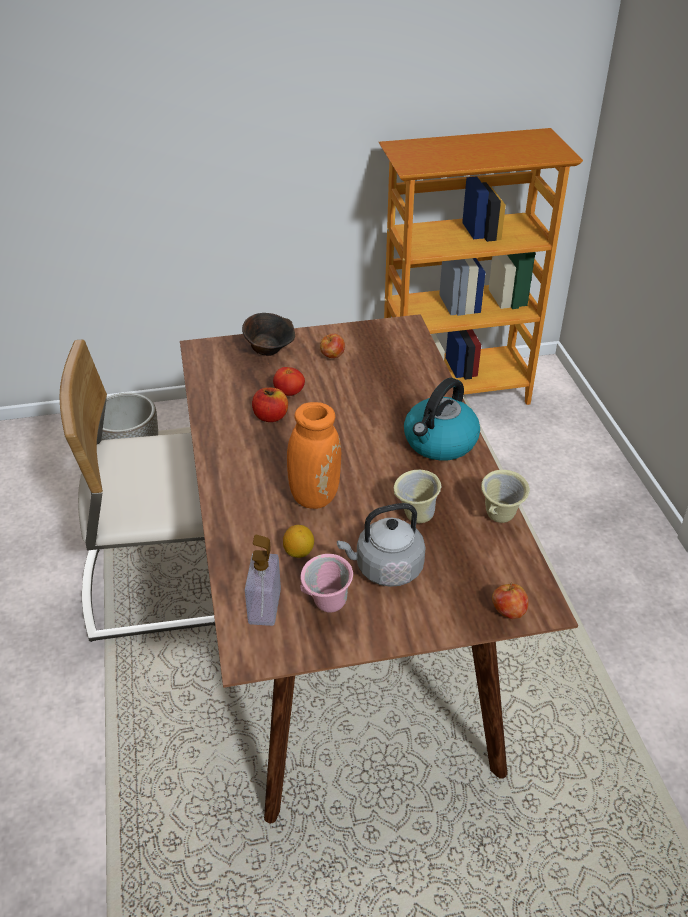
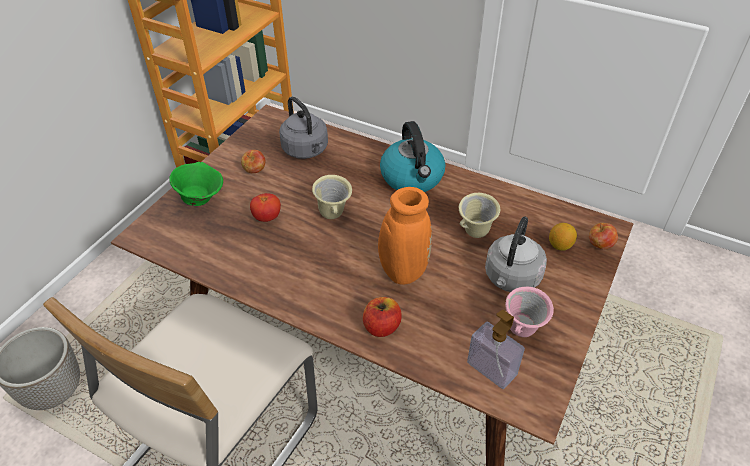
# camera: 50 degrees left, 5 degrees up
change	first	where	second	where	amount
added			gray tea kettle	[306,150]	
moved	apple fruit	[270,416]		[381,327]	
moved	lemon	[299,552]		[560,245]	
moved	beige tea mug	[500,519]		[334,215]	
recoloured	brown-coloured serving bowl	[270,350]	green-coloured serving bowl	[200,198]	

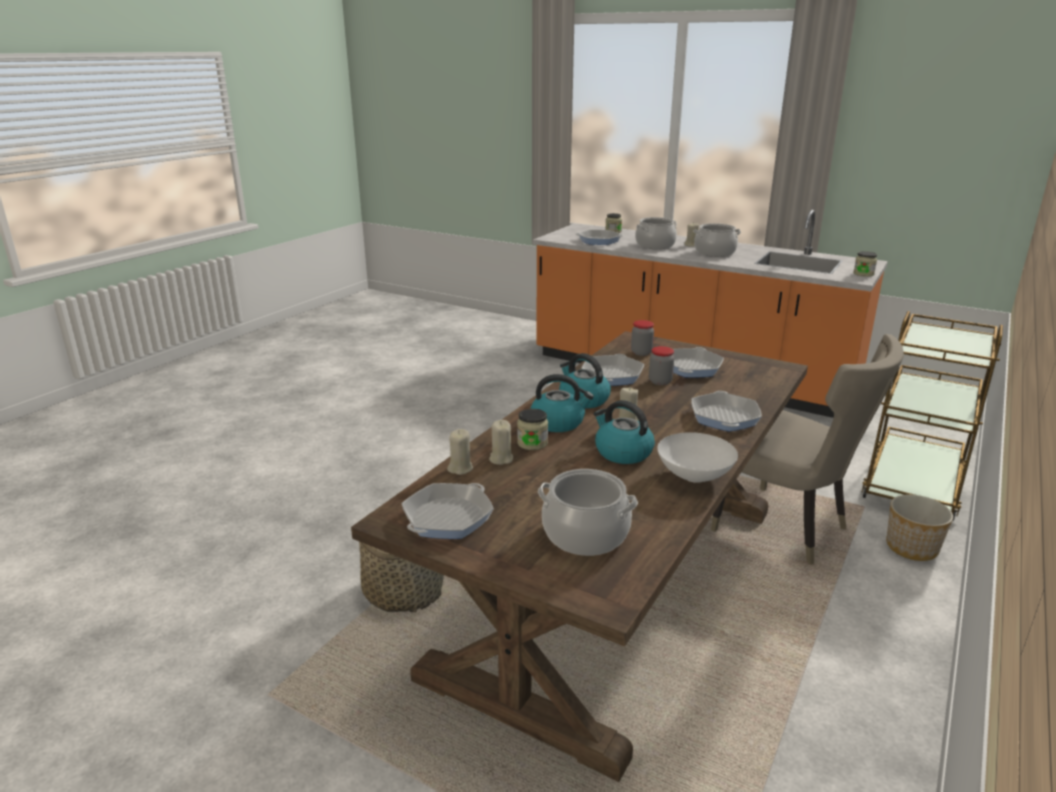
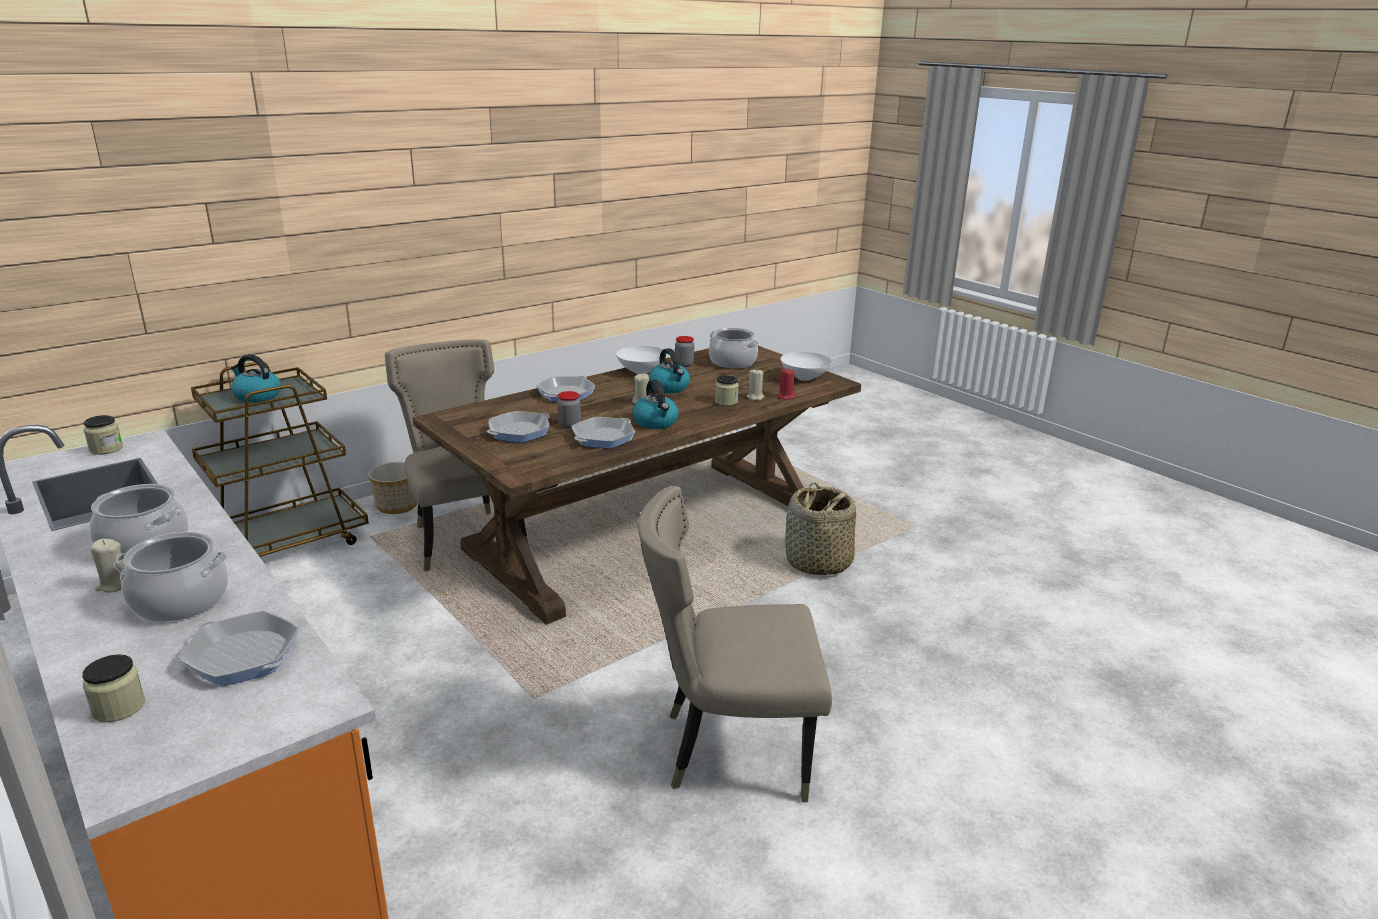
# camera: 160 degrees left, 0 degrees up
change	first	where	second	where	amount
added			beige plain chair	[728,749]	
moved	tea kettle	[558,422]		[257,396]	
moved	preserve jar	[641,352]		[684,365]	
replaced	skillet	[447,517]	whitish serving bowl	[804,378]	
recoloured	beige candle	[460,468]	red candle	[786,396]	

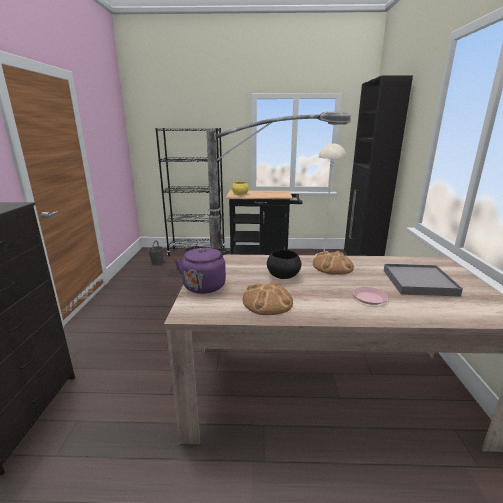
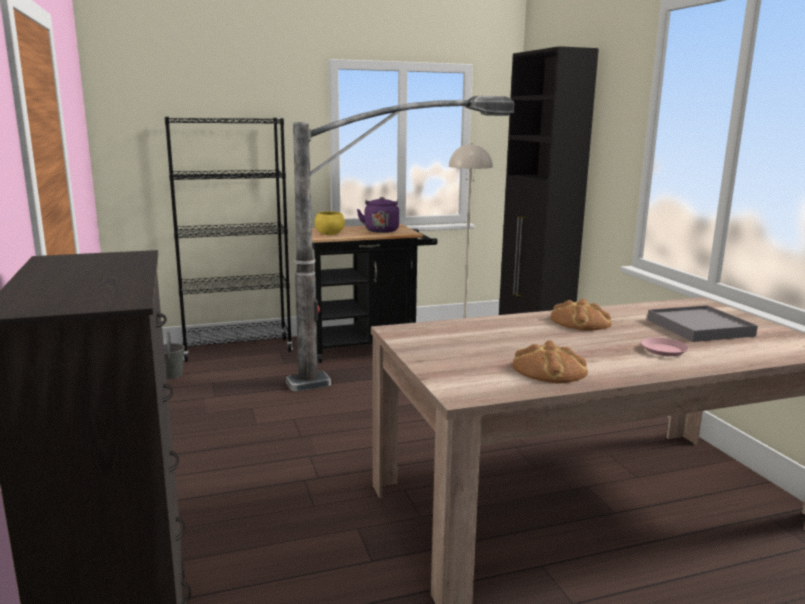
# camera: 20 degrees left, 5 degrees down
change	first	where	second	where	amount
removed	blackish serving bowl	[283,276]			
moved	purple-coloured tea kettle	[205,285]		[381,230]	

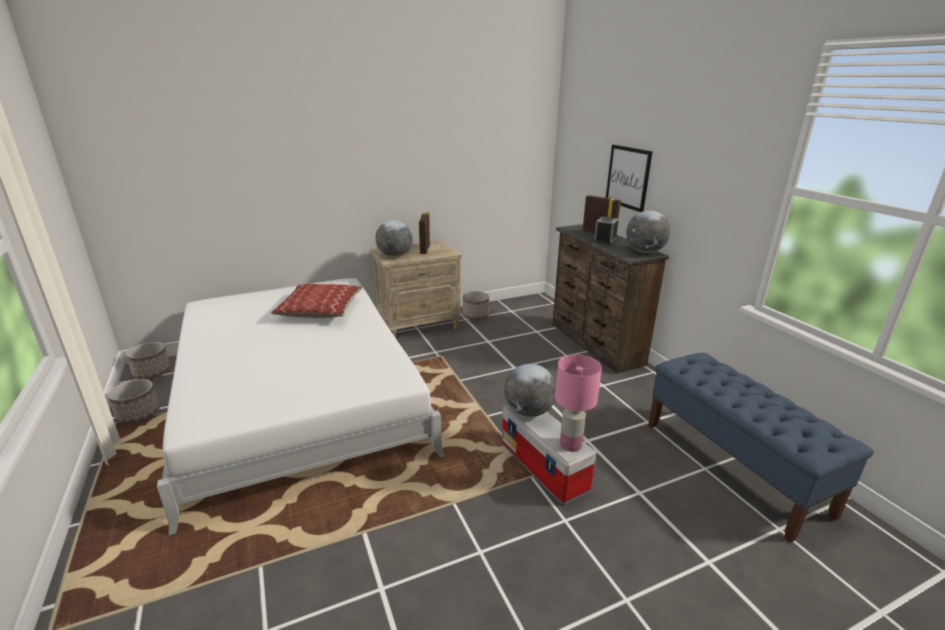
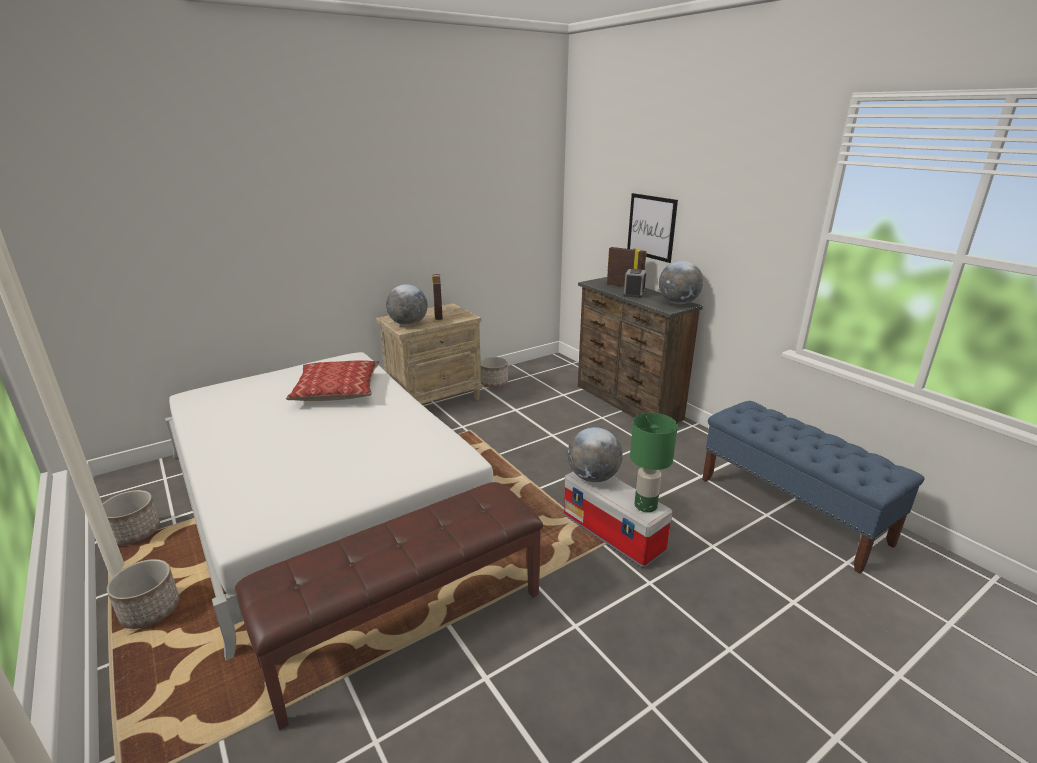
# camera: 10 degrees left, 0 degrees up
change	first	where	second	where	amount
added			brown-coloured long seat	[407,625]	
moved	plant pot	[152,373]		[151,610]	
recoloured	pink-coloured table lamp	[571,445]	green-coloured table lamp	[646,506]	

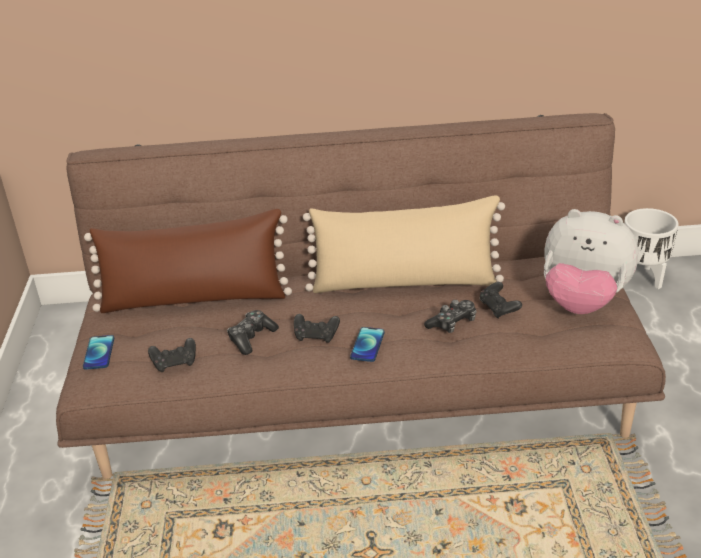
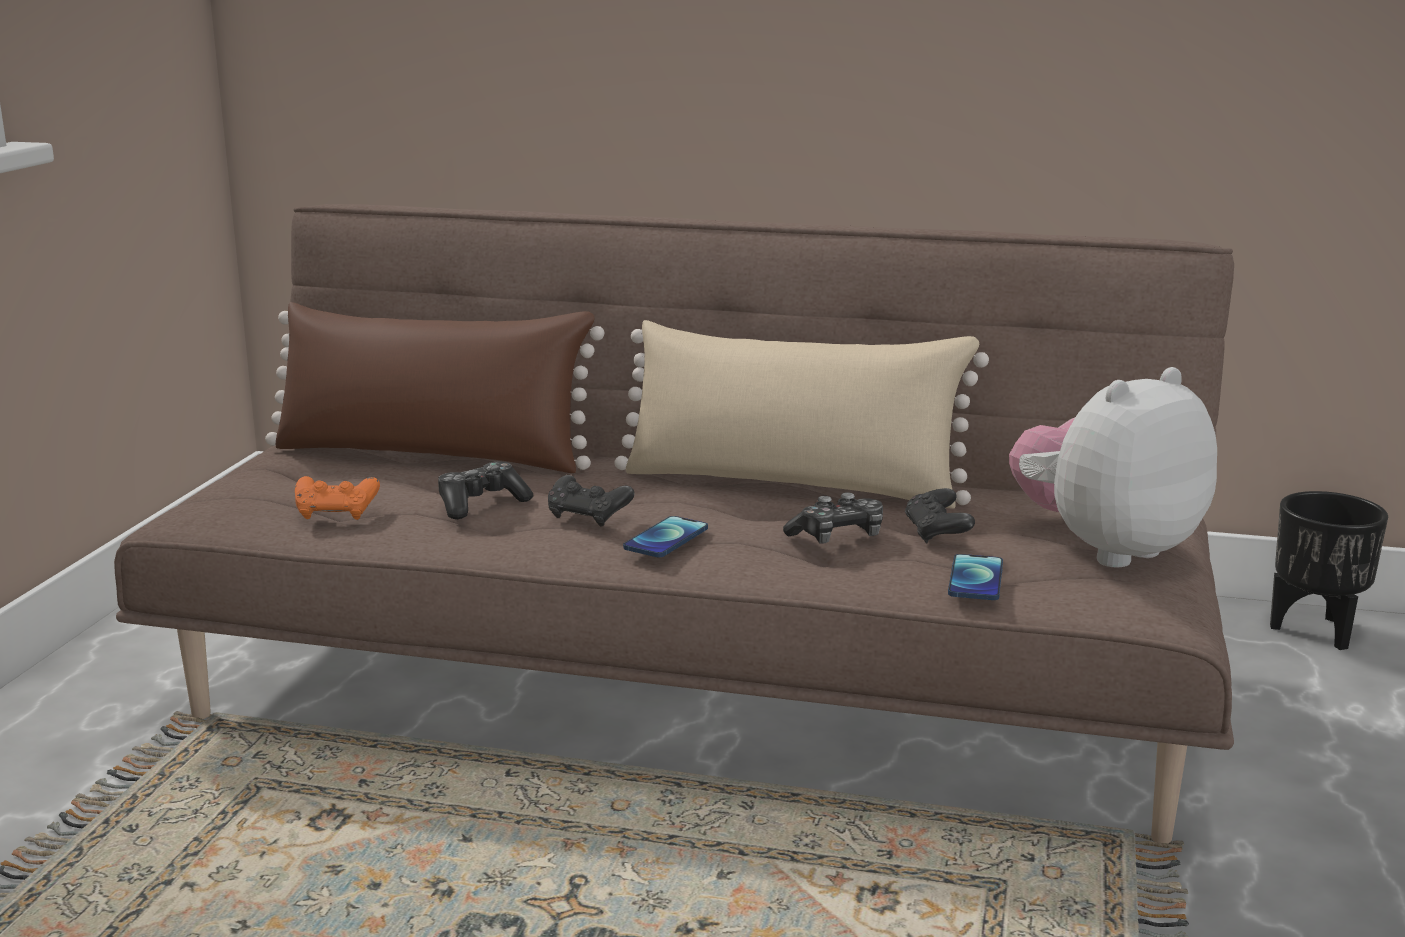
# camera: 15 degrees right, 15 degrees down
change	first	where	second	where	amount
moved	telephone	[99,353]		[975,579]	
recoloured	blackish gamepad	[175,363]	orange-coloured gamepad	[337,513]	
recoloured	whitish plant pot	[643,278]	blackish plant pot	[1316,631]	
turned	plush toy	[583,302]		[1106,549]	105 degrees clockwise

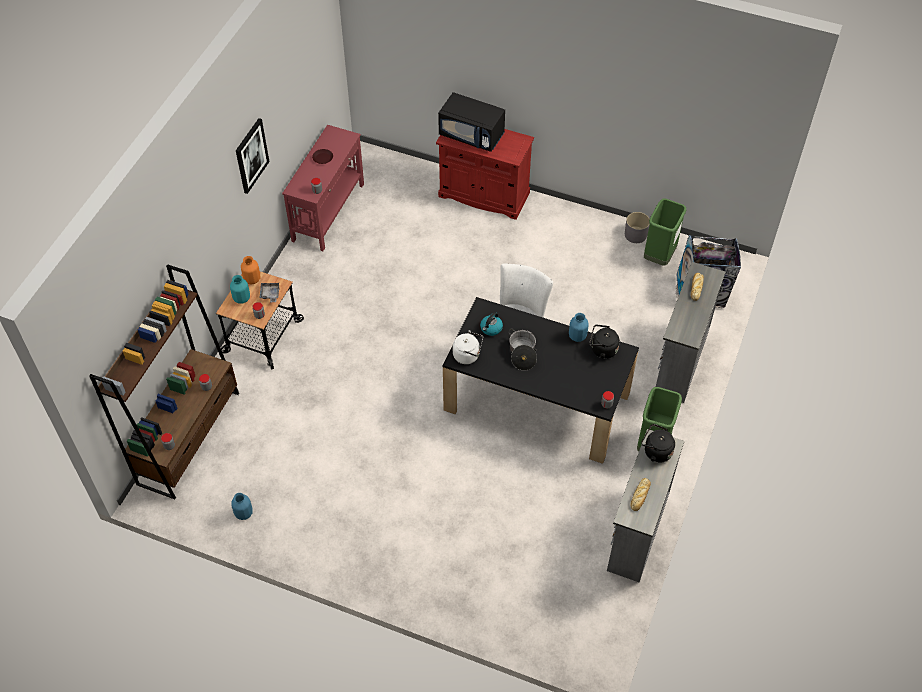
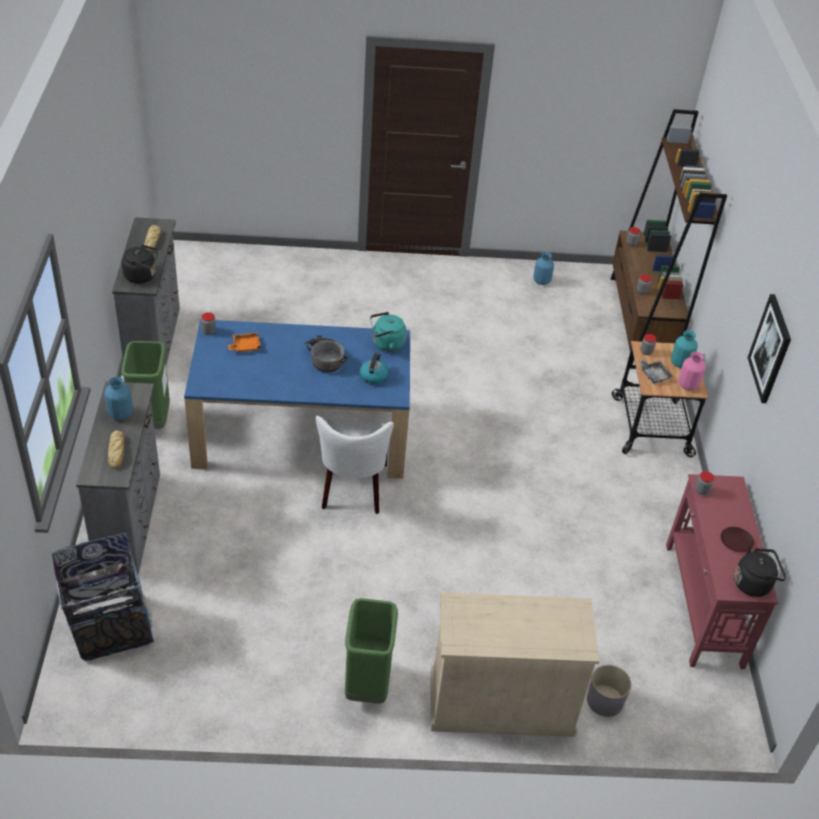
# camera: 155 degrees right, 10 degrees down
change	first	where	second	where	amount
removed	blackish microwave oven	[472,135]			
added			orange-coloured carrying tray	[245,346]	
moved	blue vase	[577,336]		[120,414]	
moved	blackish tea kettle	[602,349]		[754,583]	
moved	gray plant pot	[636,235]		[604,700]	
moved	green-coloured trash can	[659,256]		[367,685]	
recoloured	orange-coloured vase	[252,280]	pink-coloured vase	[687,385]	
recoloured	red cupboard	[484,195]	beige cupboard	[501,703]	
recoloured	blackish kitchen table	[537,401]	blue kitchen table	[301,434]	
recoloured	whitish tea kettle	[468,355]	blue-green tea kettle	[386,344]	

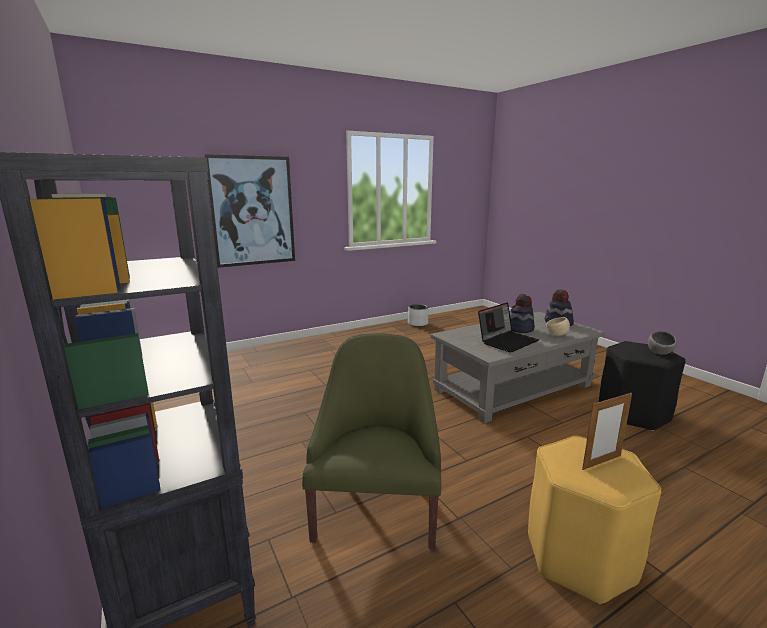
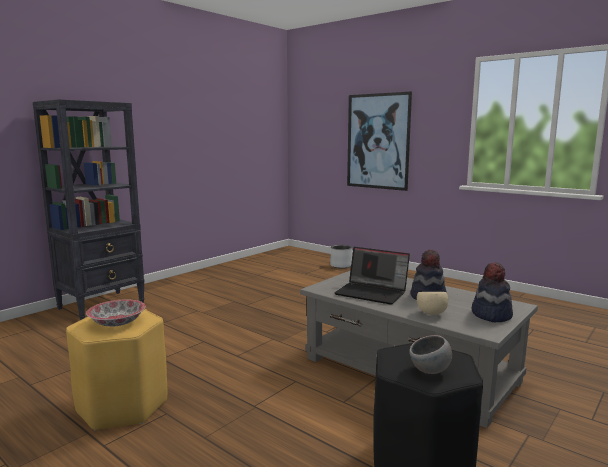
# camera: 70 degrees right, 5 degrees down
change	first	where	second	where	amount
removed	green-coloured easy chair	[376,508]			
moved	gray plant pot	[417,323]		[341,265]	
replaced	photo frame	[601,462]	serving bowl	[118,323]	

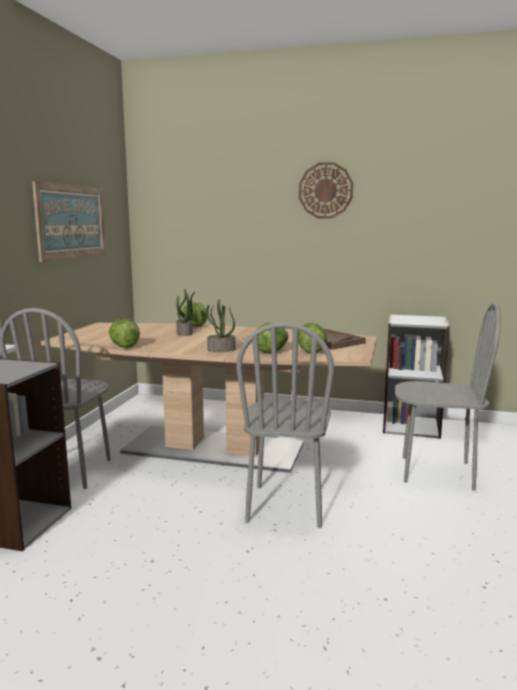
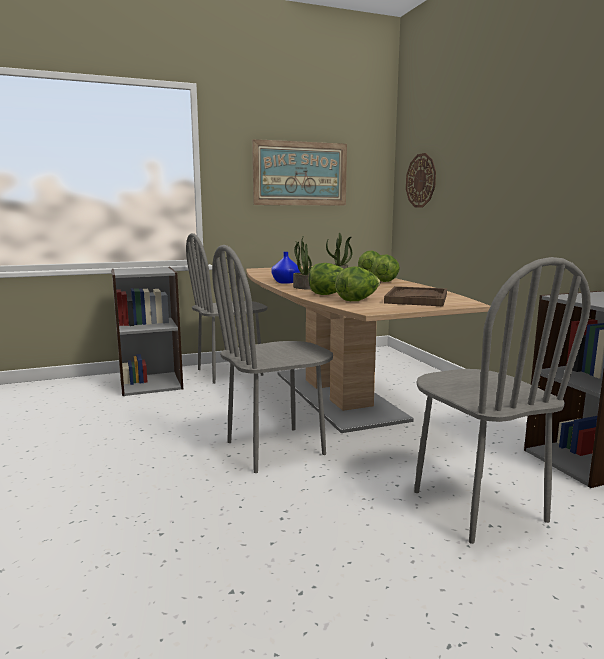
# camera: 55 degrees right, 0 degrees up
change	first	where	second	where	amount
added			blue vase	[286,282]	
moved	head of lettuce	[123,346]		[385,281]	
moved	hanging clock	[325,190]		[421,180]	

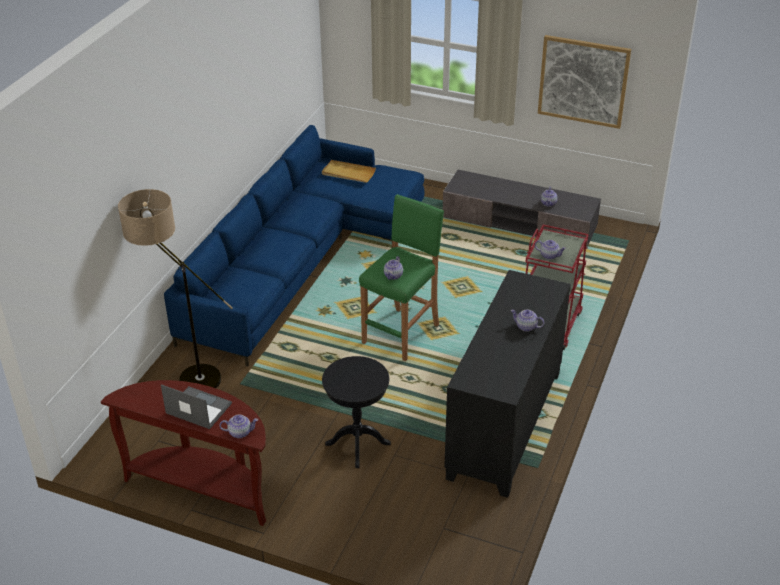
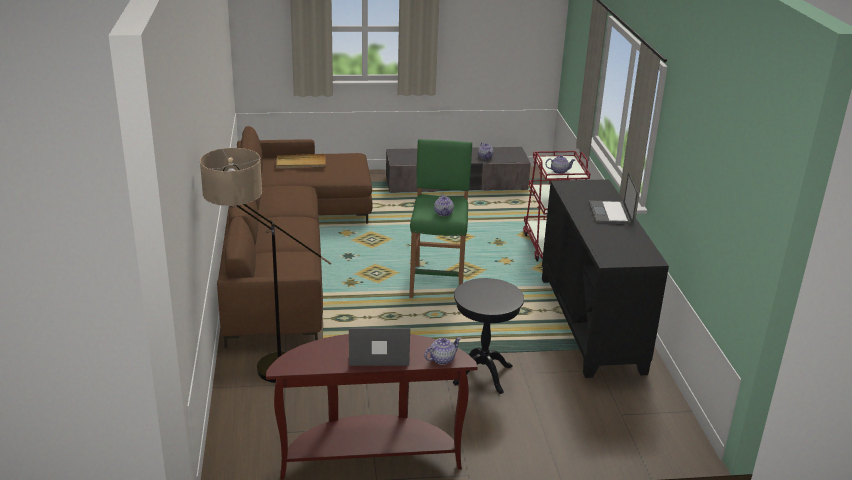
# camera: 30 degrees left, 10 degrees down
change	first	where	second	where	amount
removed	wall picture	[583,81]			
replaced	tea pot	[526,327]	notebook computer	[611,213]	
recoloured	blue couch	[300,259]	brown-coloured couch	[288,250]	

